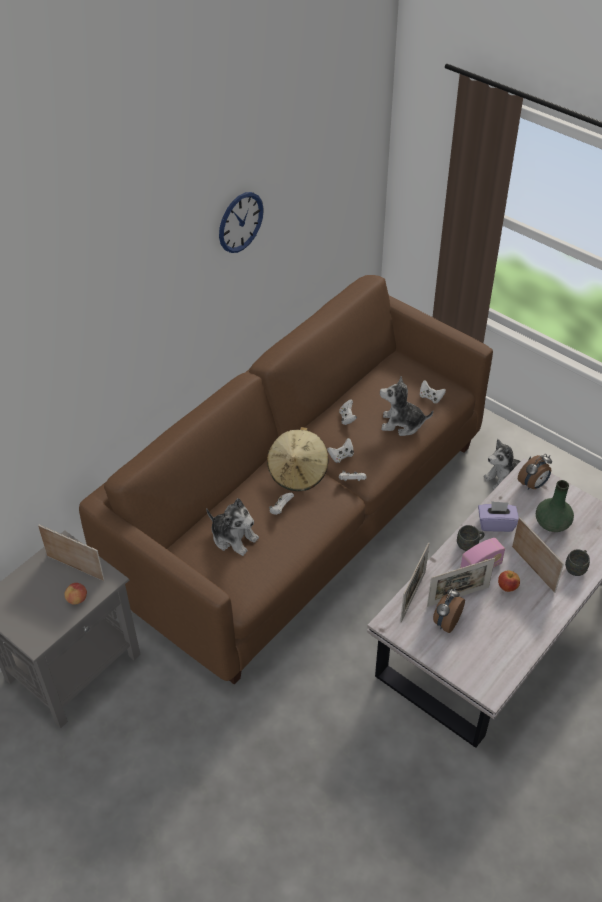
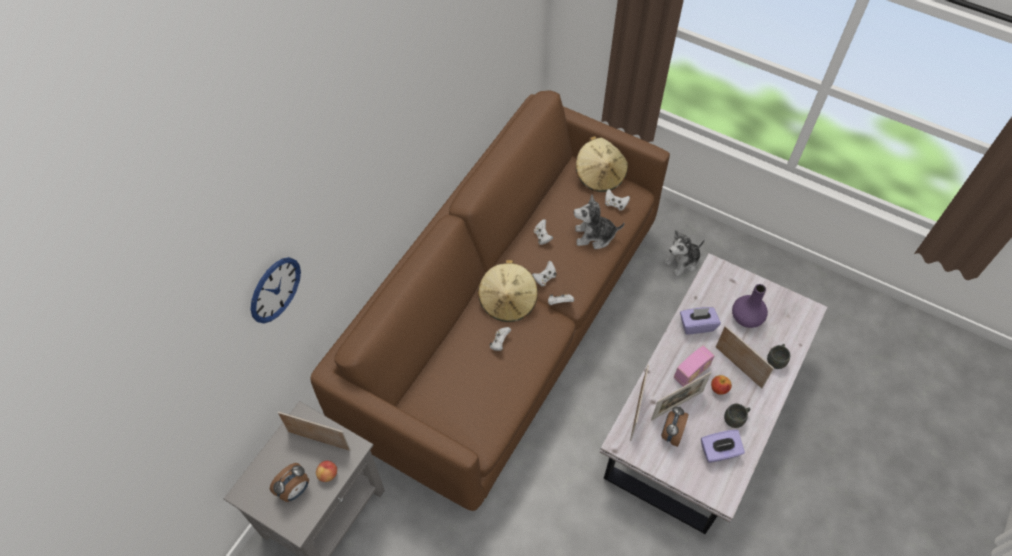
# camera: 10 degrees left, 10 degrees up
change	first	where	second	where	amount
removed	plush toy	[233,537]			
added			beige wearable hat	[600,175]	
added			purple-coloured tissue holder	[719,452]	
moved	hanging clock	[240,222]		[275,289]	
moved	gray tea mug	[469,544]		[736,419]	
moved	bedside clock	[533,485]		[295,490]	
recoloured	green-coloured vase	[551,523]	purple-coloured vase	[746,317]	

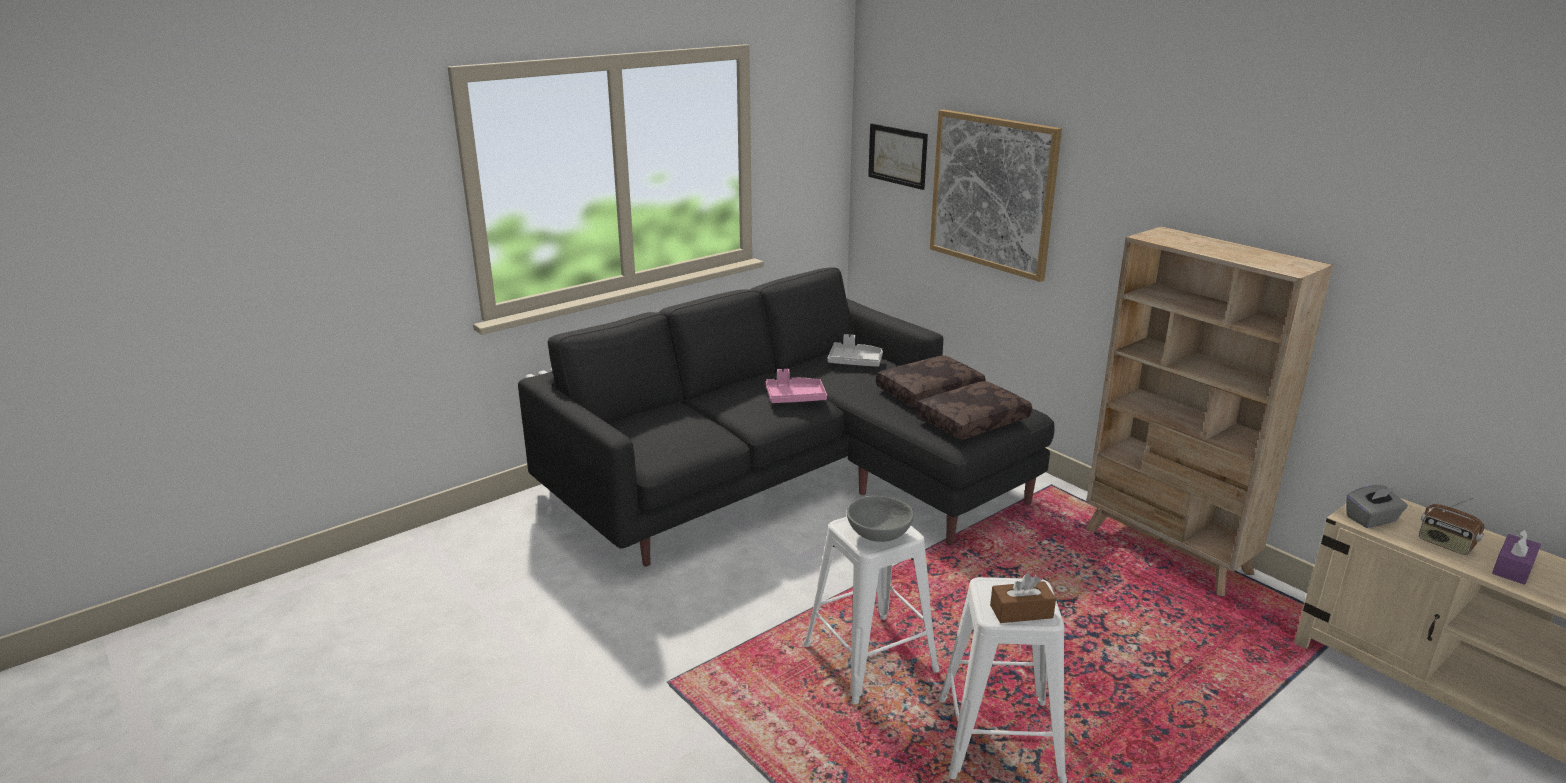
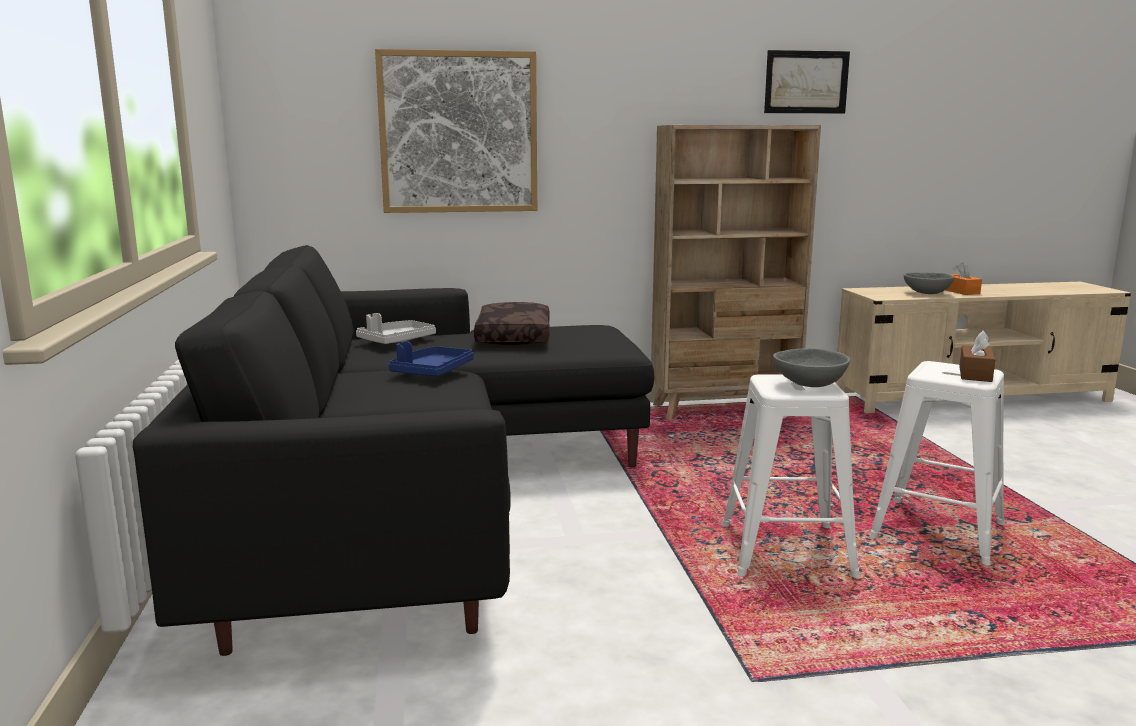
# camera: 60 degrees left, 10 degrees down
change	first	where	second	where	amount
removed	brown-coloured throw pillow	[971,420]			
removed	gray tissue holder	[1371,519]			
moved	wall picture	[897,155]		[806,82]	
replaced	radio set	[1445,544]	gray serving bowl	[926,293]	
recoloured	pink-coloured carrying tray	[795,398]	blue carrying tray	[432,372]	
recoloured	purple-coloured tissue holder	[1513,568]	orange-coloured tissue holder	[960,291]	

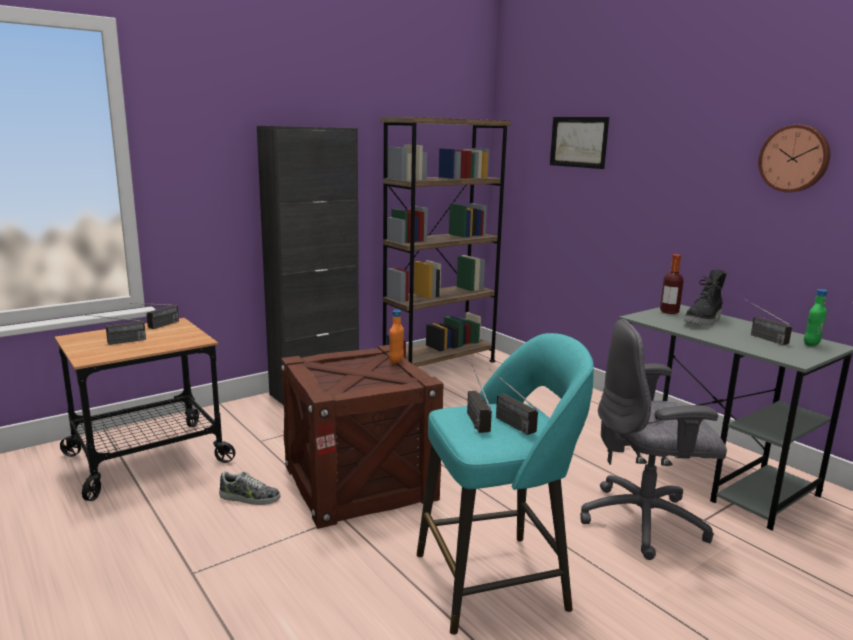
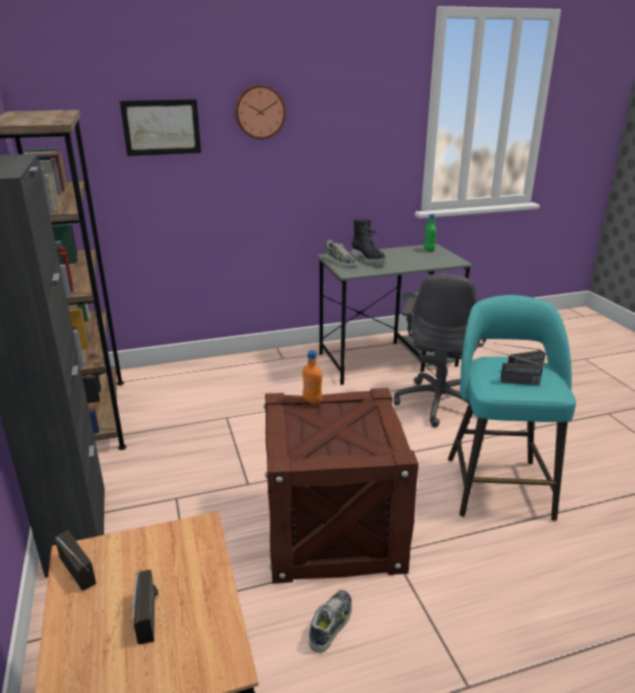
# camera: 70 degrees left, 10 degrees up
change	first	where	second	where	amount
removed	radio set	[759,336]			
moved	hanging clock	[795,158]		[259,112]	
replaced	drink bottle	[669,312]	shoe	[340,262]	

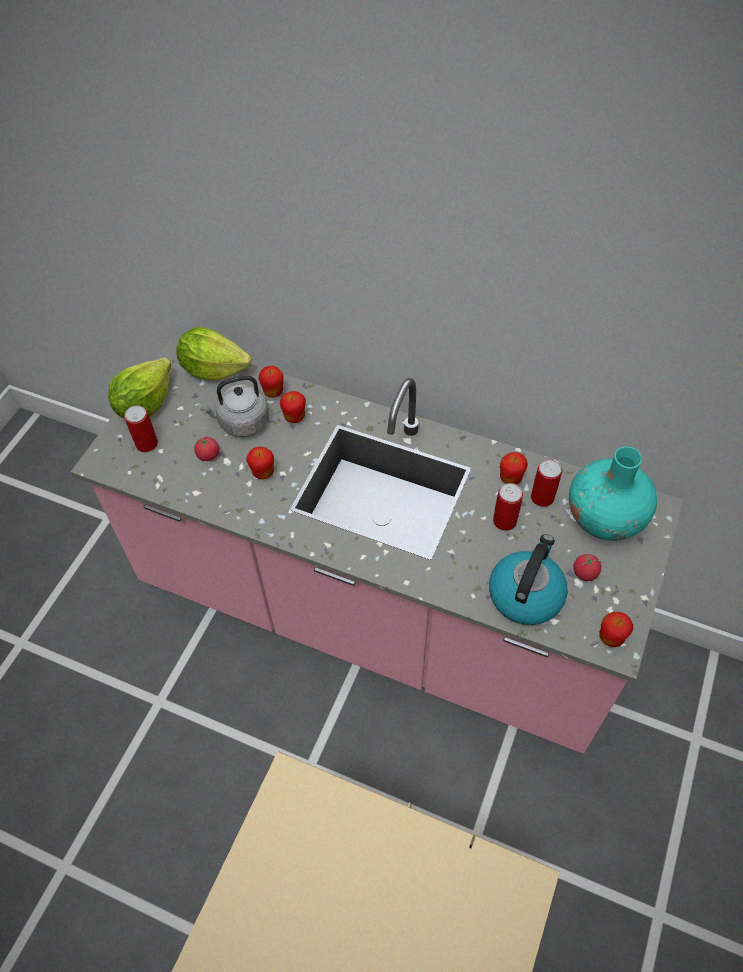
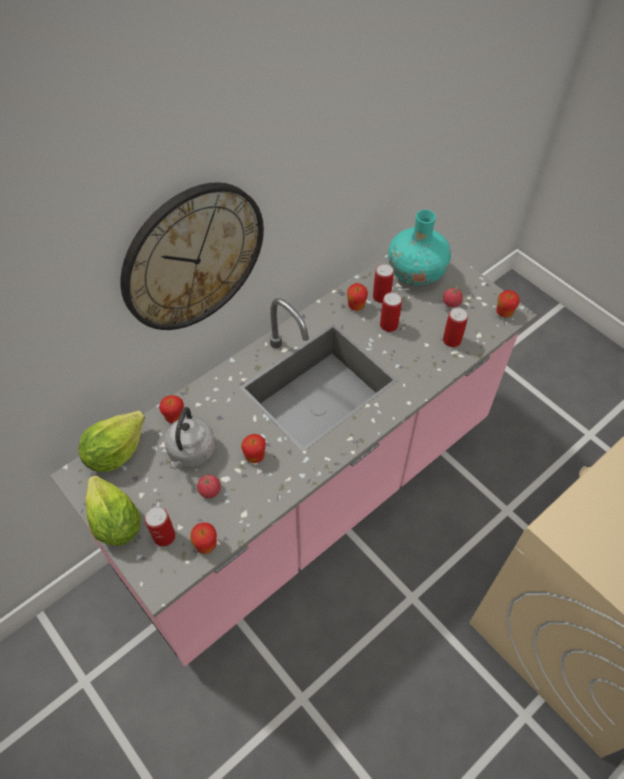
# camera: 65 degrees left, 0 degrees up
change	first	where	second	where	amount
added			hanging clock	[193,257]	
moved	apple fruit	[295,417]		[206,545]	
replaced	tea kettle	[525,594]	can	[452,340]	

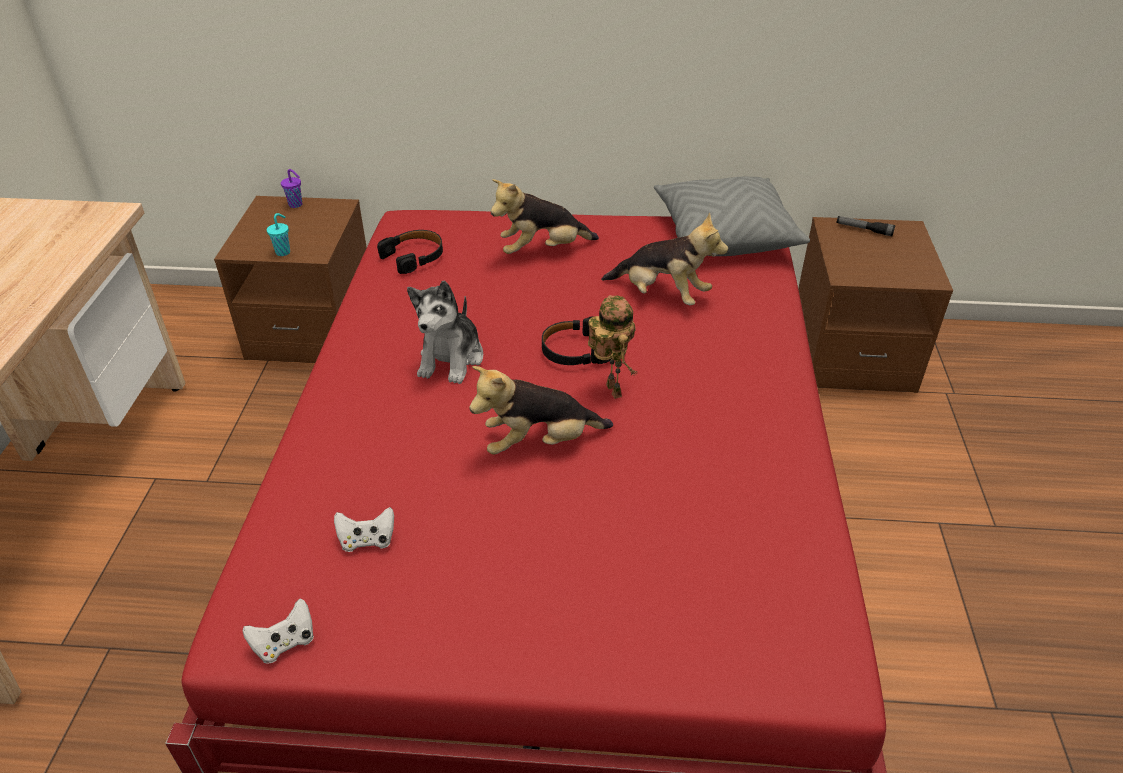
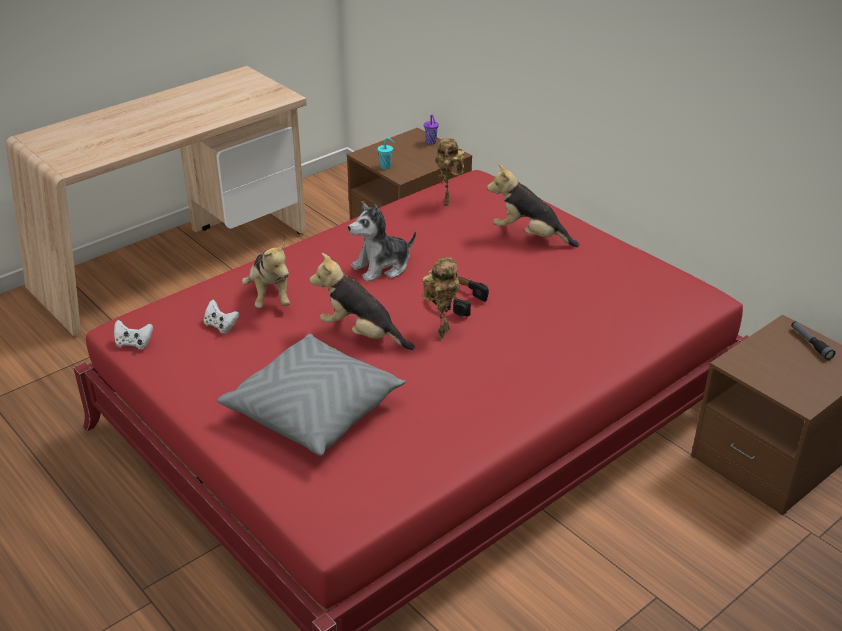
# camera: 45 degrees right, 5 degrees down
change	first	where	second	where	amount
moved	plush toy	[662,295]		[270,296]	
moved	gray throw pillow	[724,235]		[314,410]	
replaced	blackish headphones	[414,256]	model robot	[448,202]	

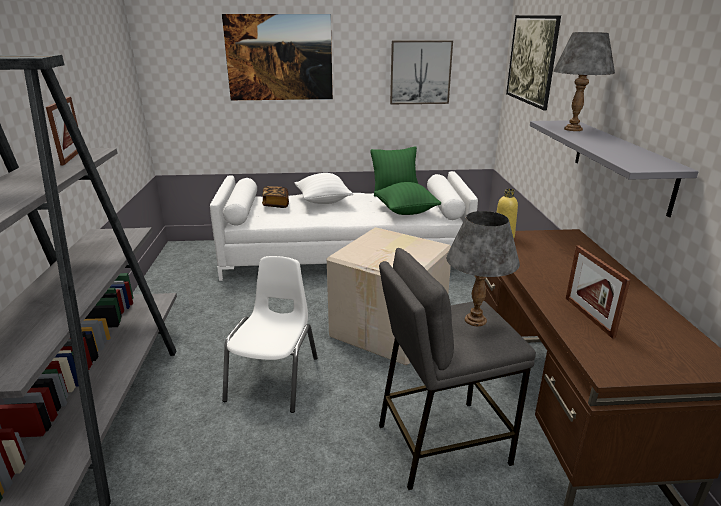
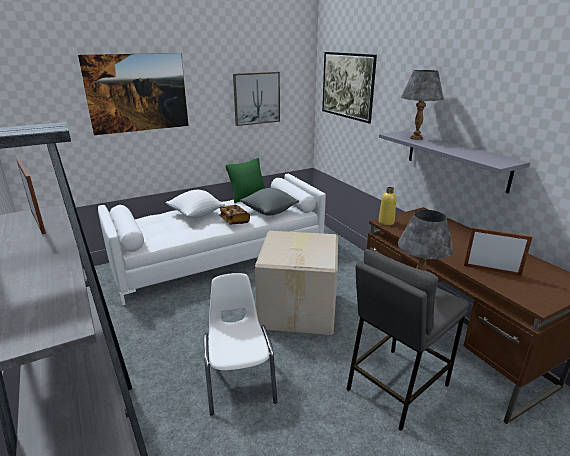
# camera: 25 degrees left, 0 degrees up
change	first	where	second	where	amount
moved	volume	[276,204]		[234,220]	
recoloured	green-coloured throw pillow	[406,211]	gray throw pillow	[269,212]	
turned	photo frame	[588,317]		[491,270]	150 degrees clockwise

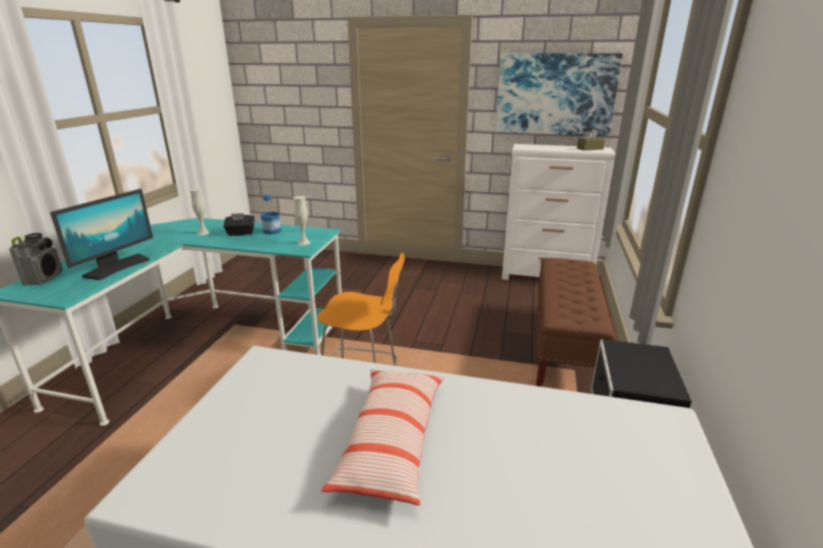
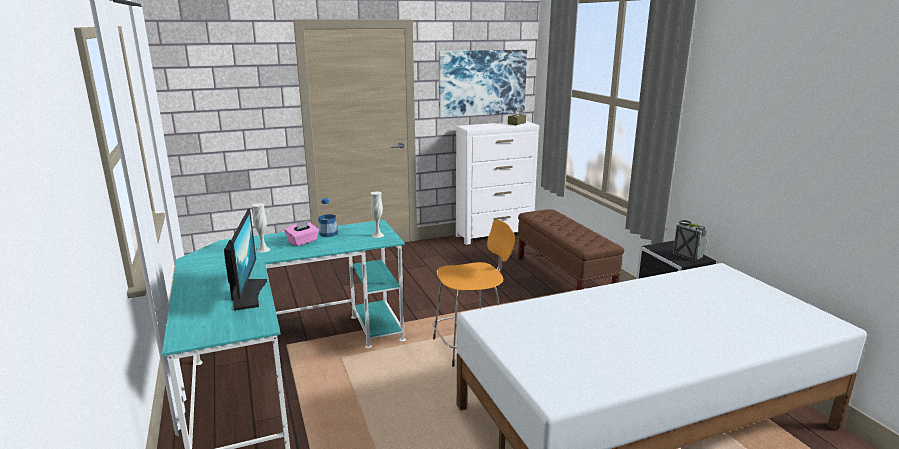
# camera: 35 degrees left, 5 degrees down
change	first	where	second	where	amount
removed	throw pillow	[391,441]			
moved	radio set	[44,278]		[687,255]	
recoloured	blackish tissue holder	[241,233]	pink-coloured tissue holder	[303,242]	

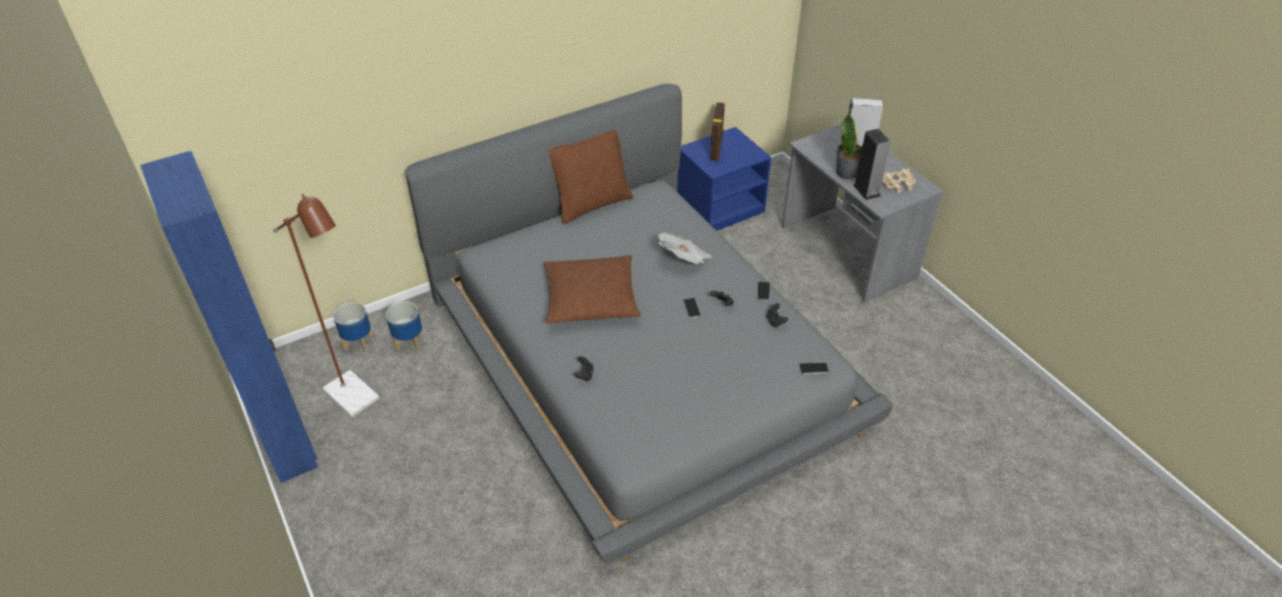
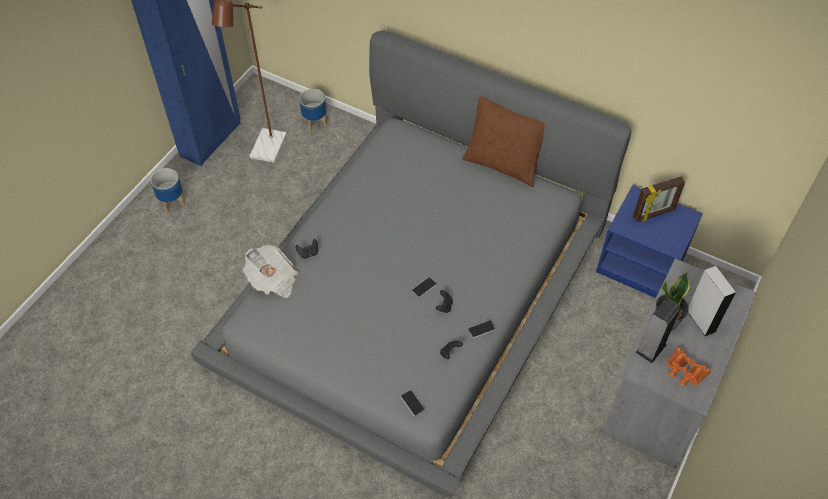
# camera: 60 degrees right, 10 degrees up
change	first	where	second	where	amount
removed	brown-coloured throw pillow	[591,298]			
moved	plant pot	[409,342]		[171,202]	
moved	printed paper	[684,259]		[272,280]	
recoloured	beige binoculars	[897,183]	orange-coloured binoculars	[684,371]	

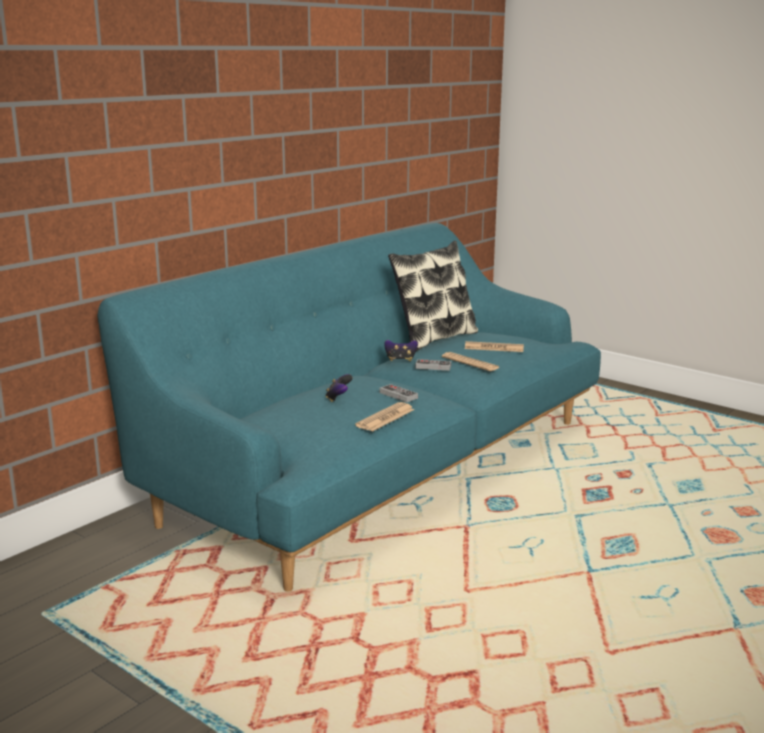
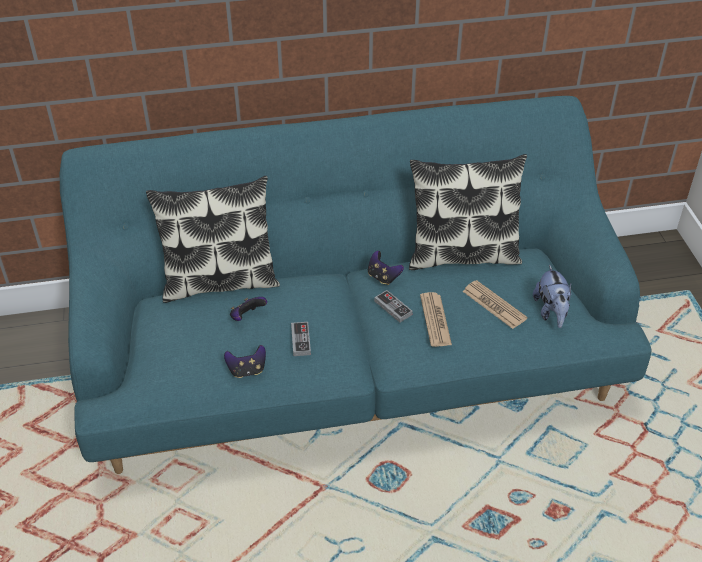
# camera: 40 degrees right, 25 degrees up
change	first	where	second	where	amount
added			throw pillow	[219,281]	
added			plush toy	[551,312]	
replaced	printed paper	[385,418]	gamepad	[247,370]	

